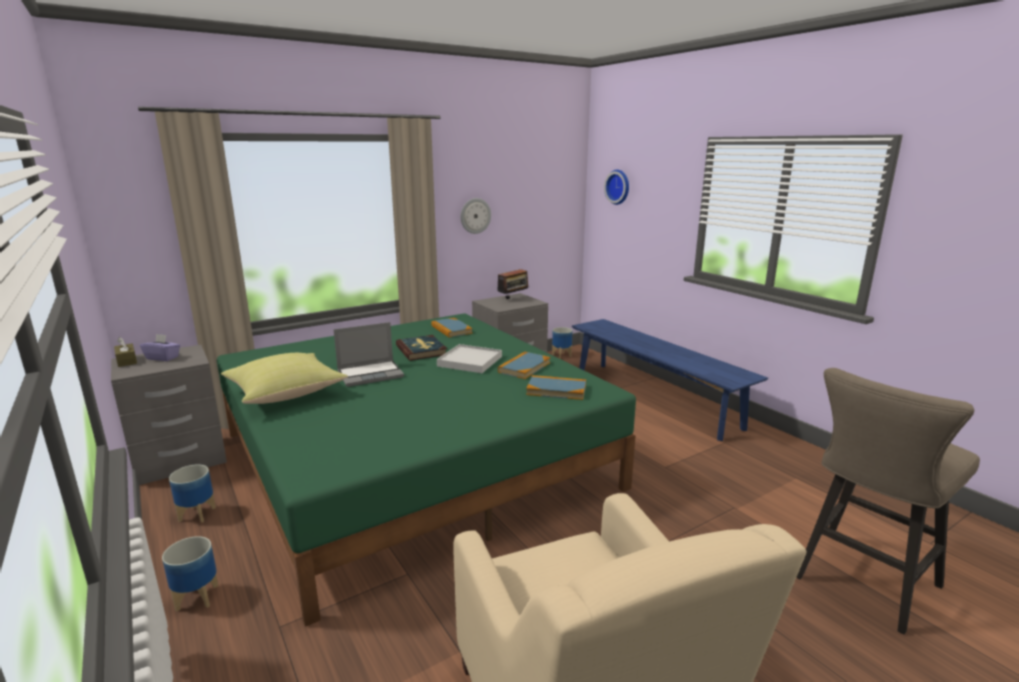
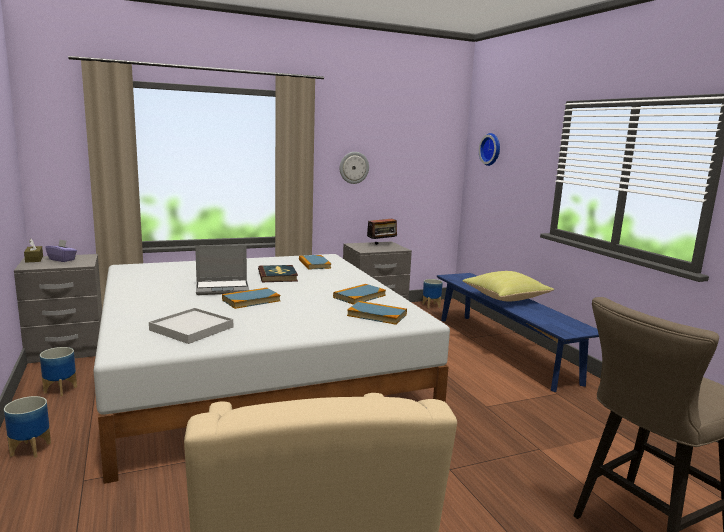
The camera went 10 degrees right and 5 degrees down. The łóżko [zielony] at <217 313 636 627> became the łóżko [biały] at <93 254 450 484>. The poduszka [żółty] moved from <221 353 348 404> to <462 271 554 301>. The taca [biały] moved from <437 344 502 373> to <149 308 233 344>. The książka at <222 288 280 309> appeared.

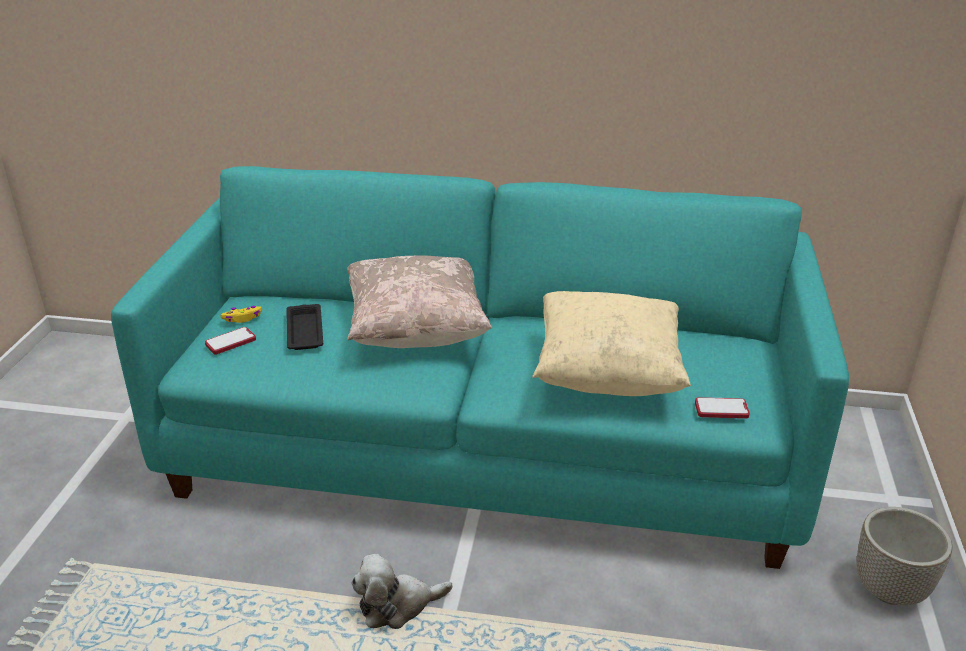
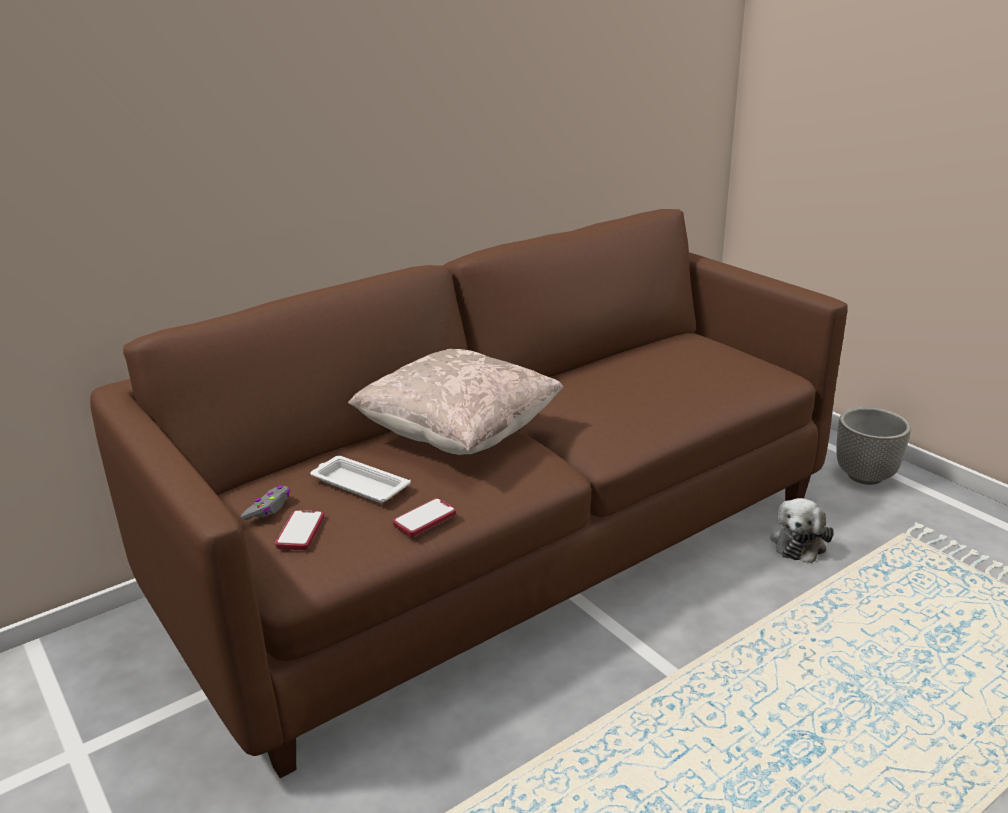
The camera went 45 degrees left and 5 degrees down. The kanapa [turkusowy] at <111 166 849 569> became the kanapa [brązowy] at <90 209 848 778>. The pad do gier [żółty] at <220 306 262 323> became the pad do gier [szary] at <241 485 290 520>. The taca [czarny] at <286 304 323 350> became the taca [biały] at <310 456 411 503>. The pluszak moved from <351 554 453 629> to <770 498 834 563>. The poduszka [beżowy] at <532 291 691 396> disappeared. The telefon moved from <695 397 750 419> to <393 498 456 537>.

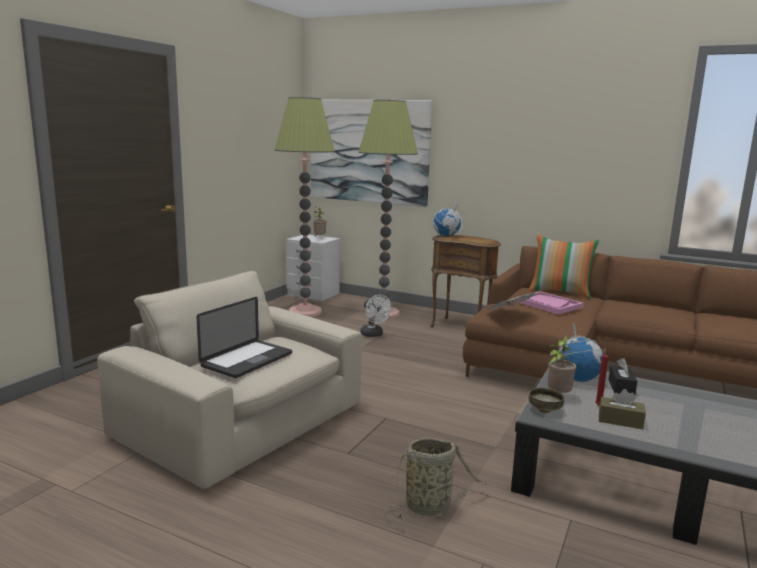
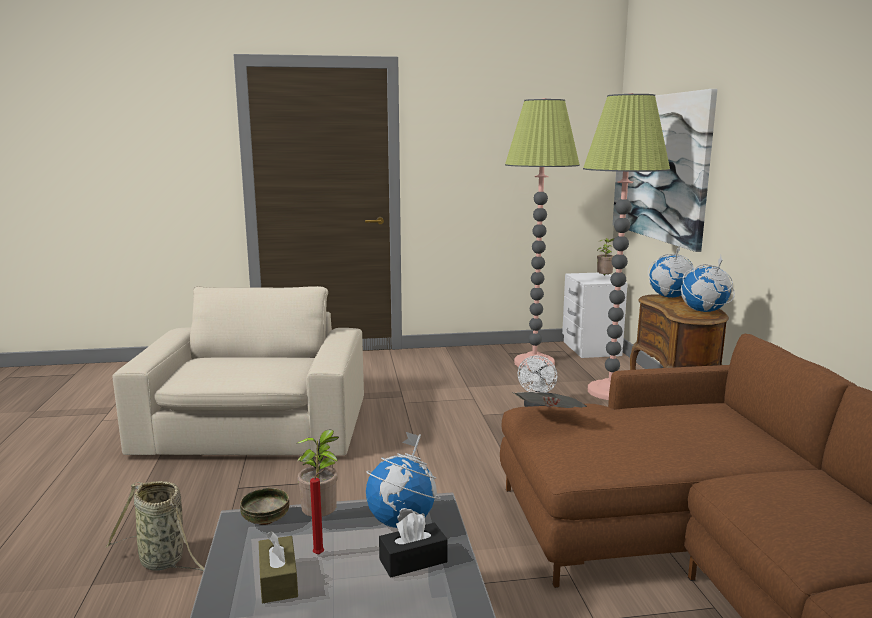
The camera went 55 degrees right and 0 degrees up. The laptop at <196 297 292 378> disappeared. The taca [różowy] at <518 291 584 315> disappeared. The poduszka at <529 235 599 299> disappeared. The globus at <681 255 735 312> appeared.

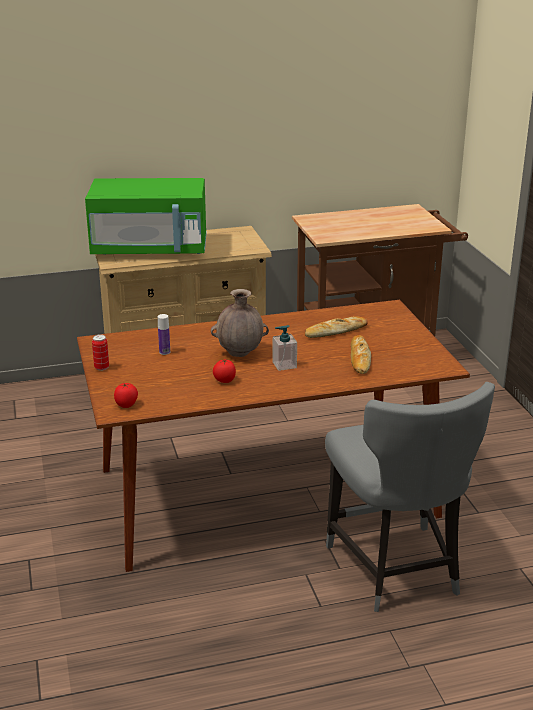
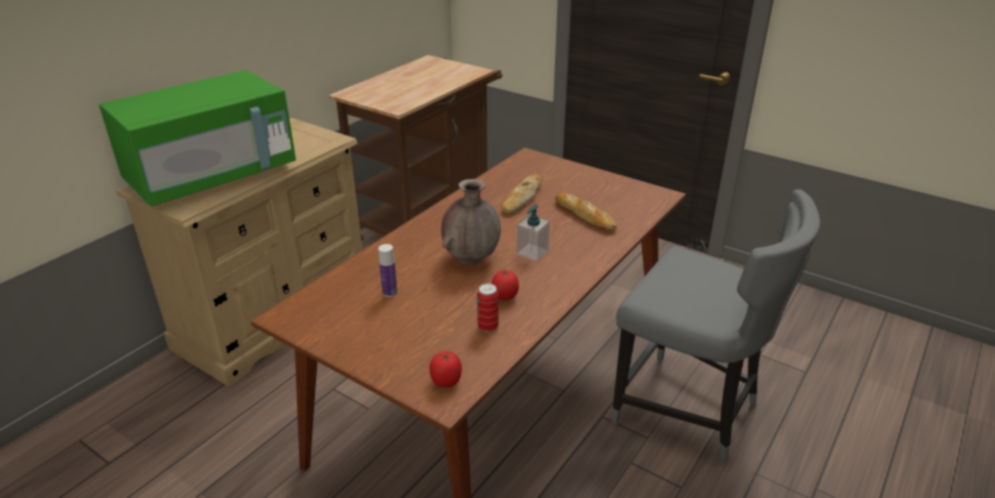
The camera went 40 degrees left and 5 degrees up. The puszka moved from <92 334 109 371> to <477 283 499 332>.

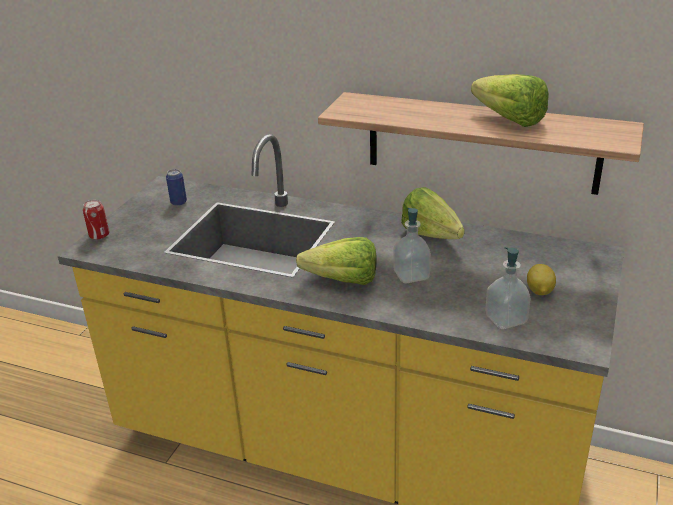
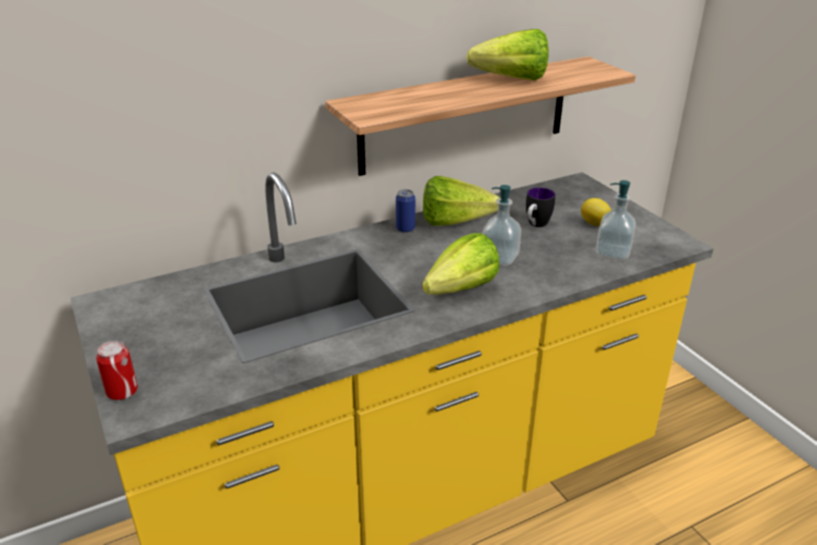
The camera went 50 degrees left and 0 degrees up. The puszka moved from <166 169 187 206> to <396 189 415 233>. The kubek at <526 187 555 227> appeared.

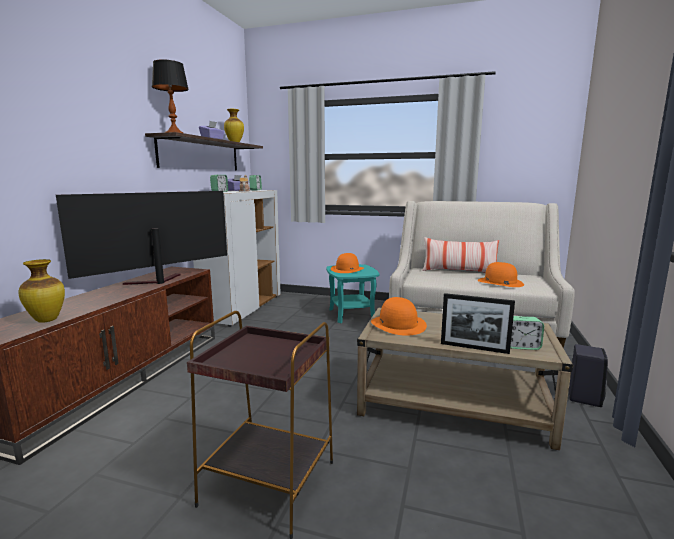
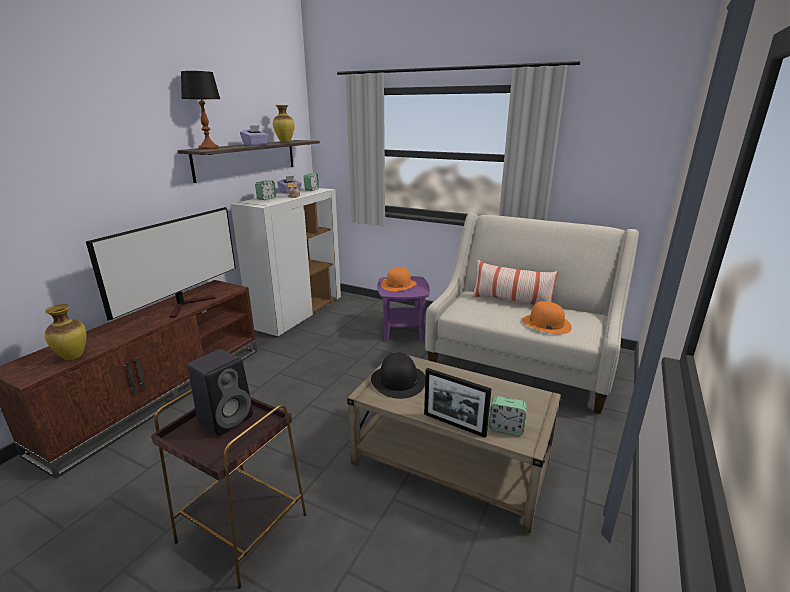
The camera went 10 degrees right and 10 degrees up. The telewizor at <56 191 227 285> turned 150 degrees clockwise. The stolik [turkusowy] at <327 264 379 323> became the stolik [fioletowy] at <377 276 430 342>. The kapelusz [pomarańczowy] at <371 297 427 336> became the kapelusz [czarny] at <371 352 425 399>. The głośnik [czarny] moved from <569 344 608 407> to <187 349 253 436>.

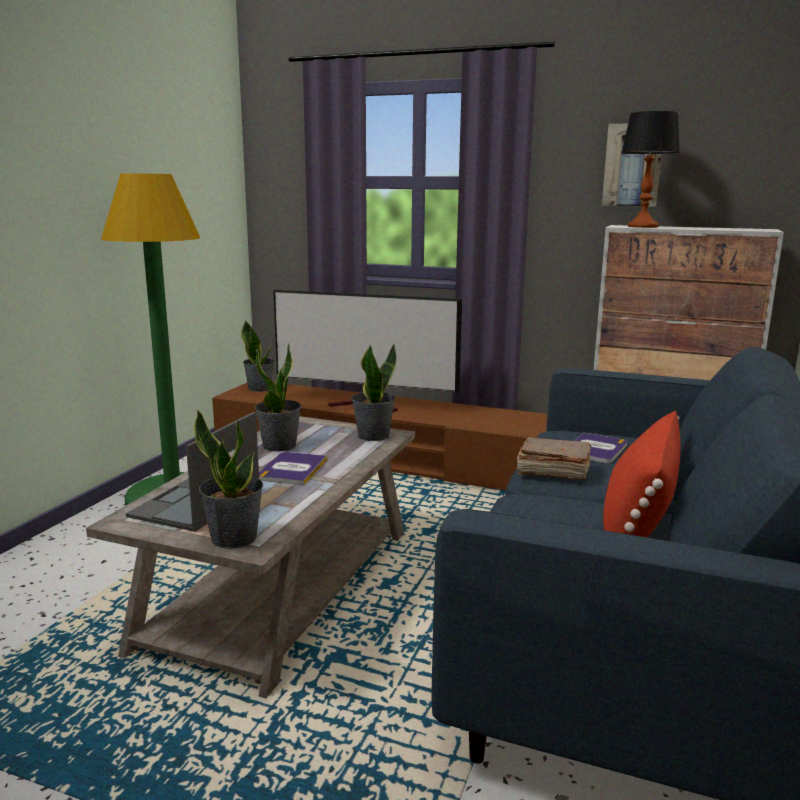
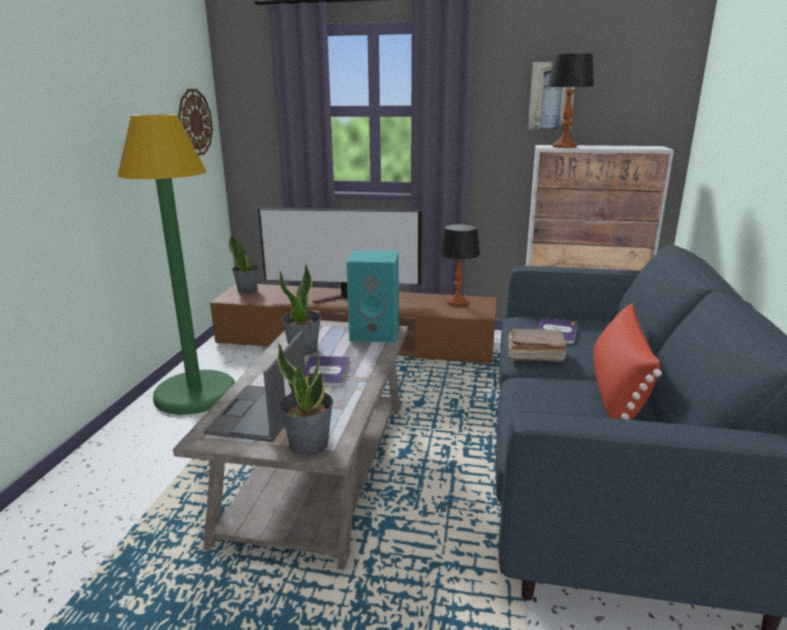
The camera went 10 degrees left and 5 degrees up. The roślina doniczkowa at <351 344 396 441> was replaced by the głośnik [turkusowy] at <346 250 399 343>. The zegar ścienny at <178 89 213 156> appeared. The lampa stołowa at <439 224 480 307> appeared.

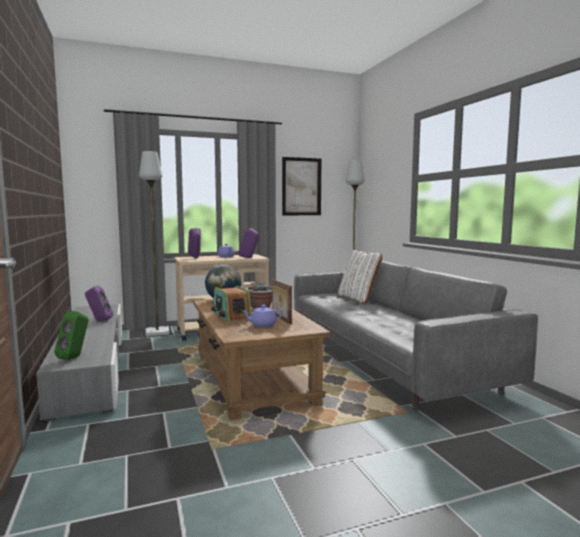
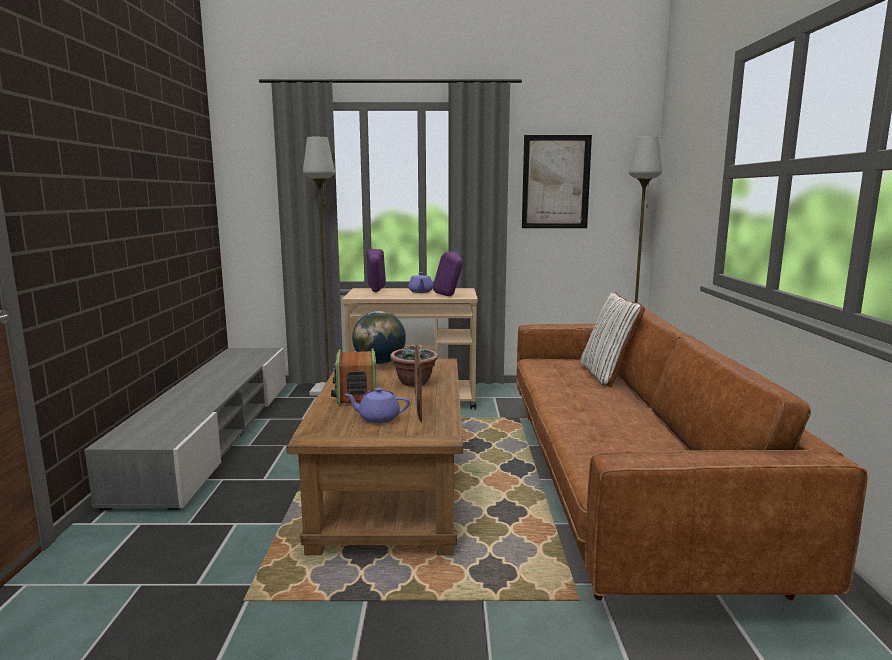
The camera went 20 degrees right and 5 degrees up. The głośnik [zielony] at <54 311 89 360> disappeared. The głośnik [fioletowy] at <85 286 113 321> disappeared. The kanapa [szary] at <294 261 538 411> became the kanapa [brązowy] at <516 309 868 600>.

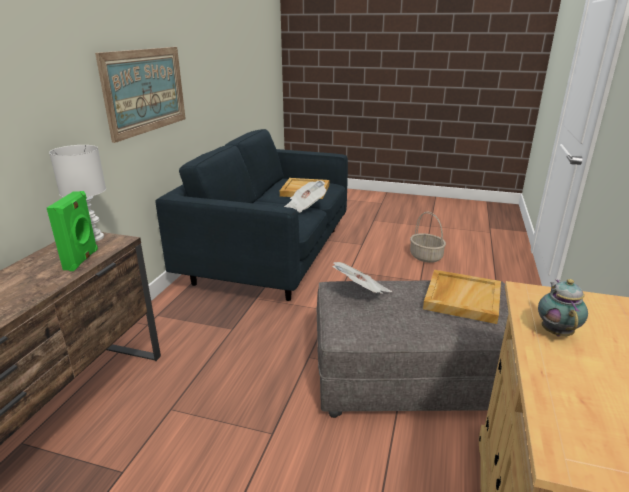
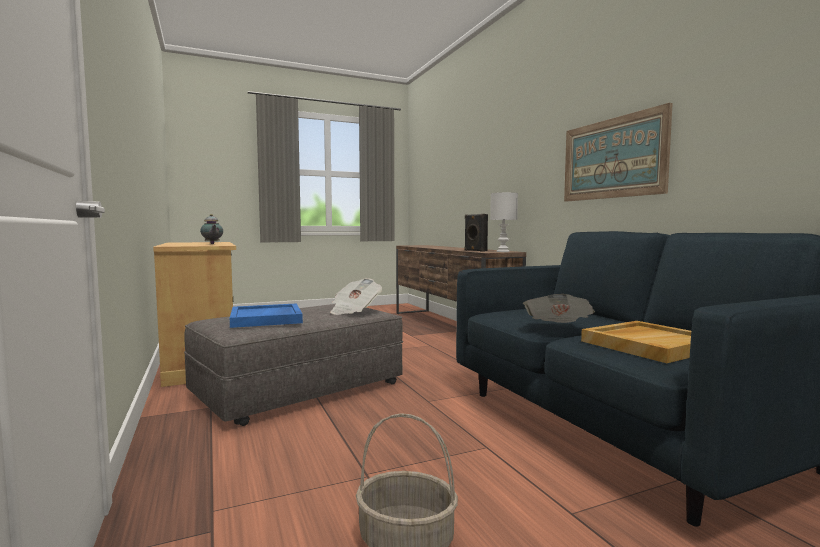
The camera went 140 degrees right and 20 degrees down. The głośnik [zielony] at <47 191 98 271> became the głośnik [czarny] at <464 214 488 252>. The taca [beżowy] at <423 270 501 324> became the taca [niebieski] at <230 303 303 328>.

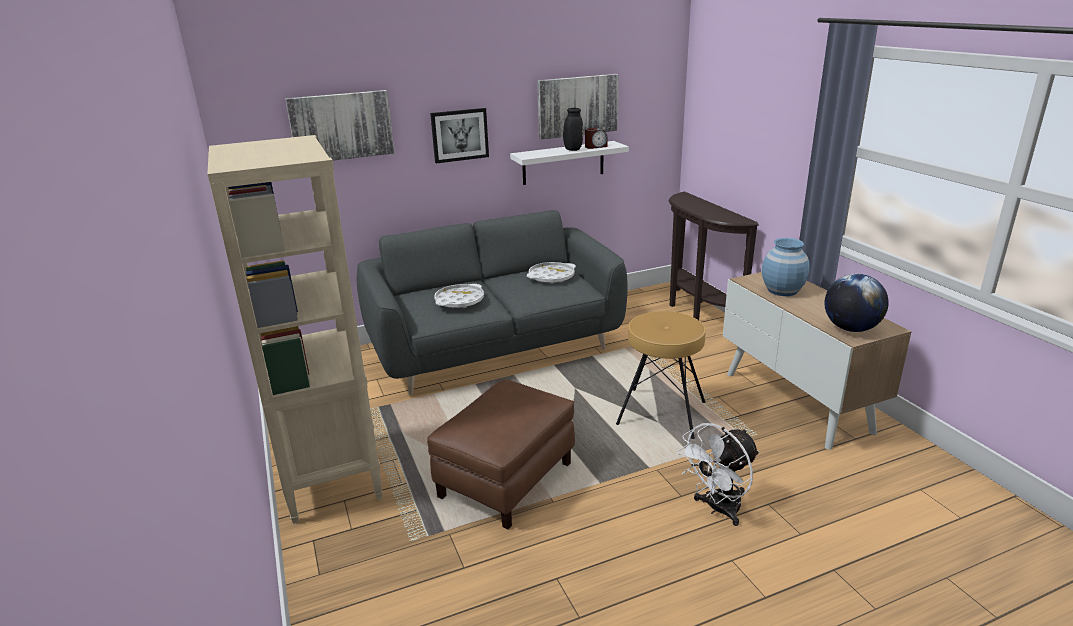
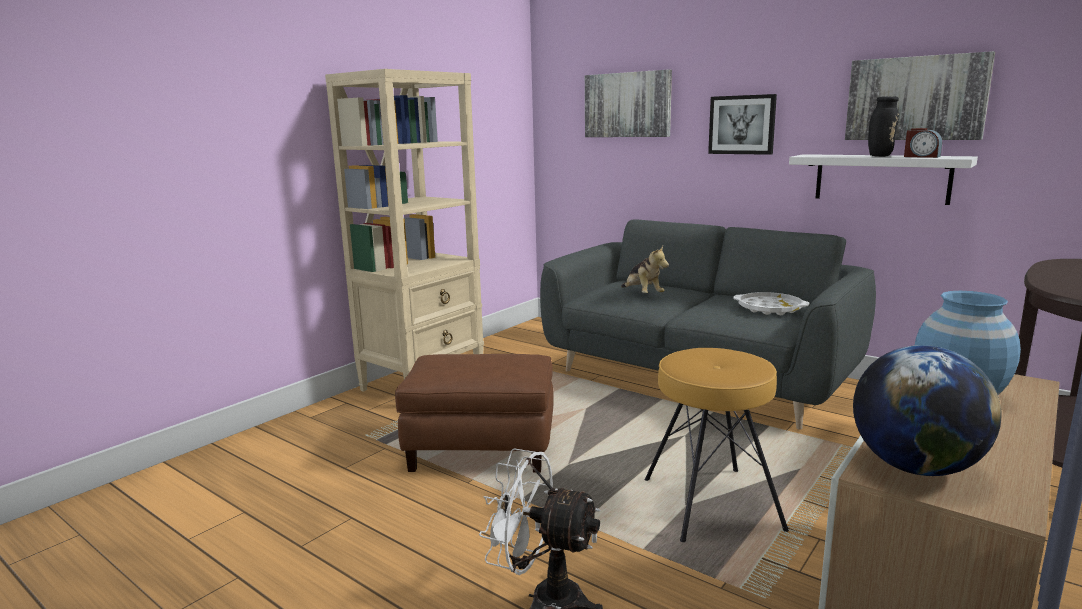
The camera went 60 degrees right and 10 degrees down. The taca [biały] at <434 284 484 308> was replaced by the pluszak at <621 246 669 293>.

